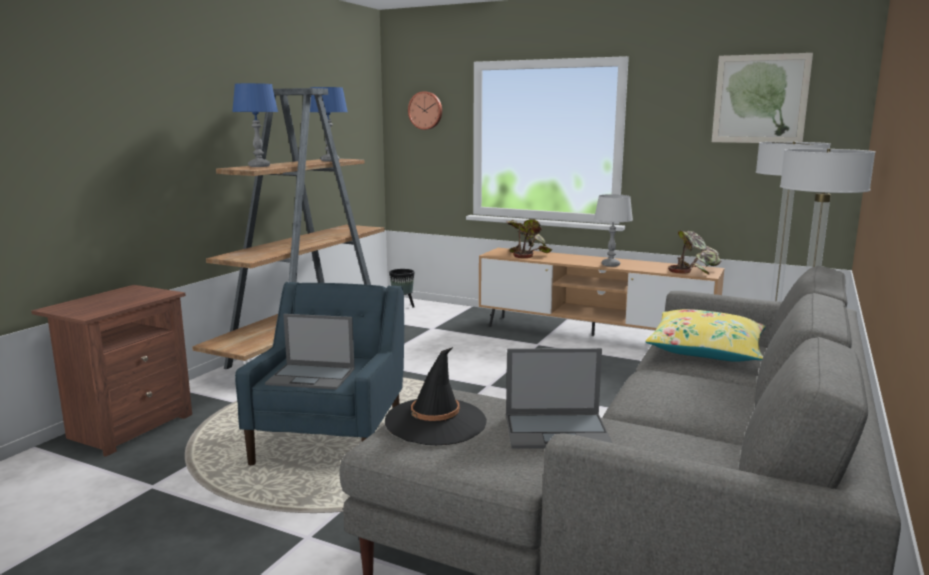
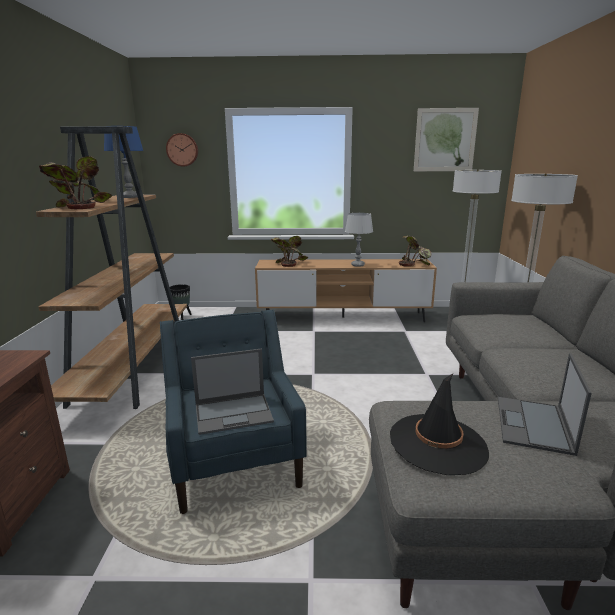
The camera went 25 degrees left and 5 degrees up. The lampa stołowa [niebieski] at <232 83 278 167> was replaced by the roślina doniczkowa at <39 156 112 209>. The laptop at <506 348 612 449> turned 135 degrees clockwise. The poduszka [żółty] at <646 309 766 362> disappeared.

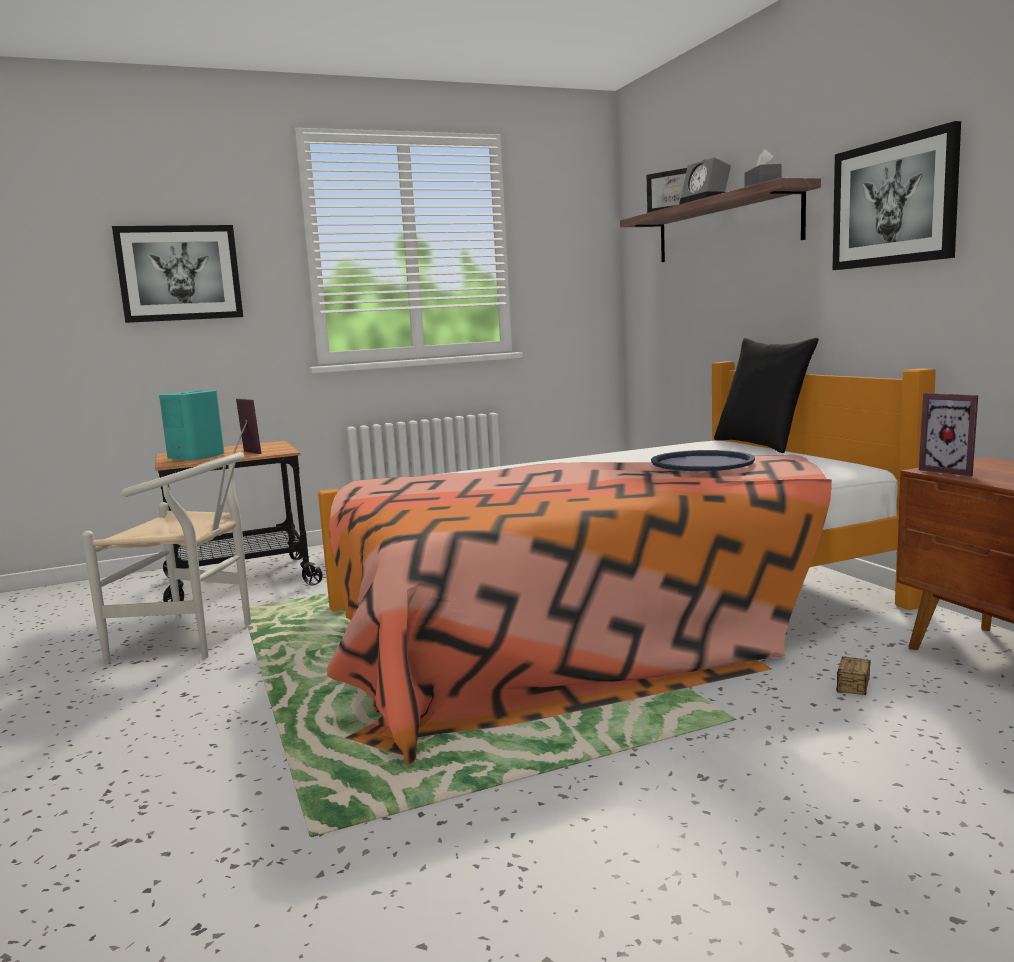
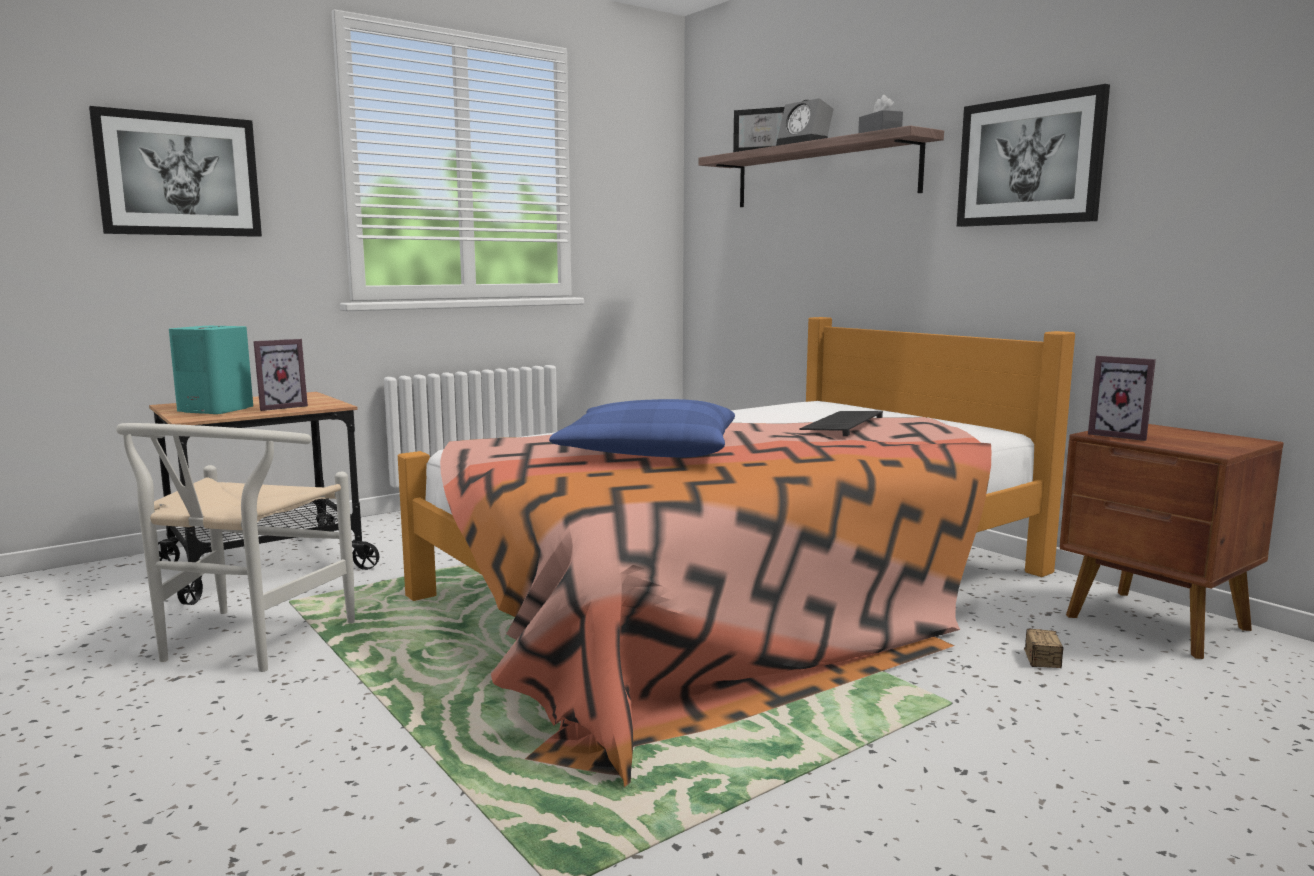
The camera went 15 degrees left and 0 degrees up. The krzesło [biały] at <82 452 251 664> turned 105 degrees clockwise. The ramka na zdjęcie at <233 399 261 454> turned 105 degrees clockwise. The taca [niebieski] at <651 450 755 471> was replaced by the klawiatura at <799 411 883 436>. The poduszka [czarny] at <714 338 819 453> disappeared. The poduszka [niebieski] at <549 399 735 457> appeared.

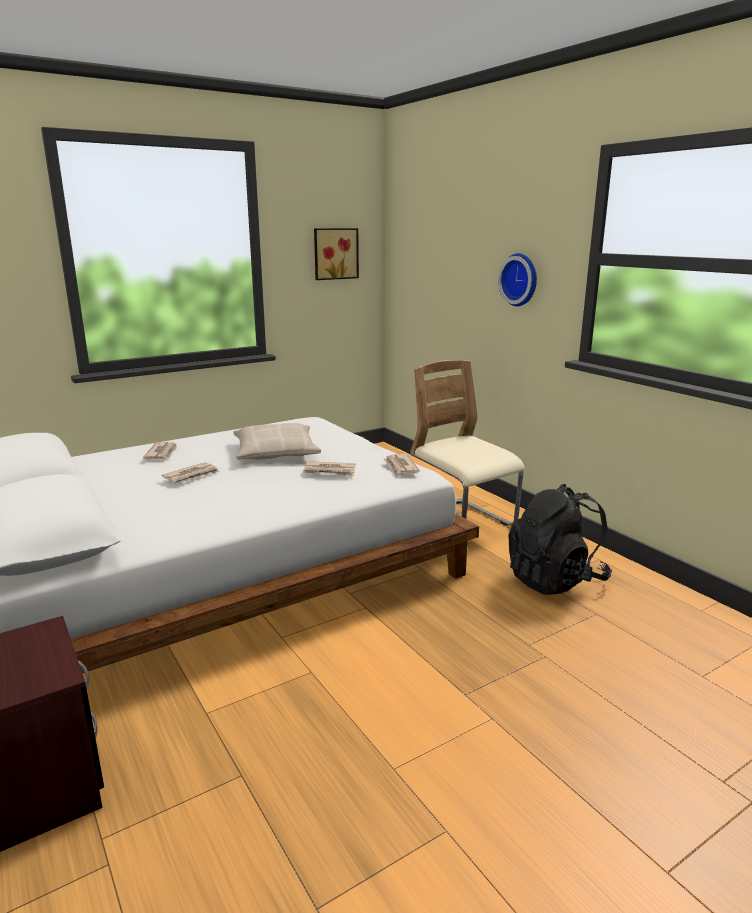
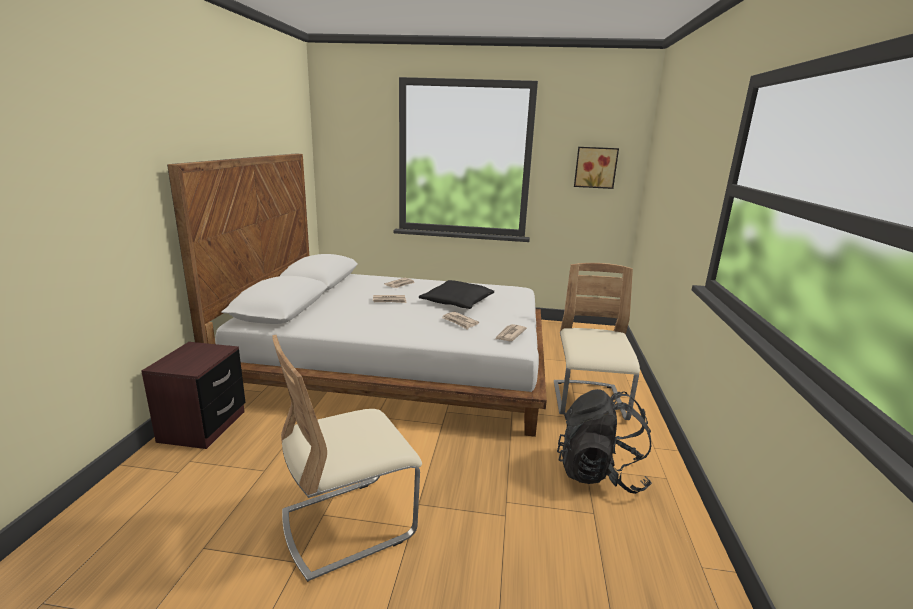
The camera went 40 degrees right and 0 degrees up. The poduszka [beżowy] at <234 423 321 460> became the poduszka [czarny] at <419 280 494 309>. The zegar ścienny at <498 253 537 306> disappeared. The krzesło [beżowy] at <272 335 422 582> appeared.

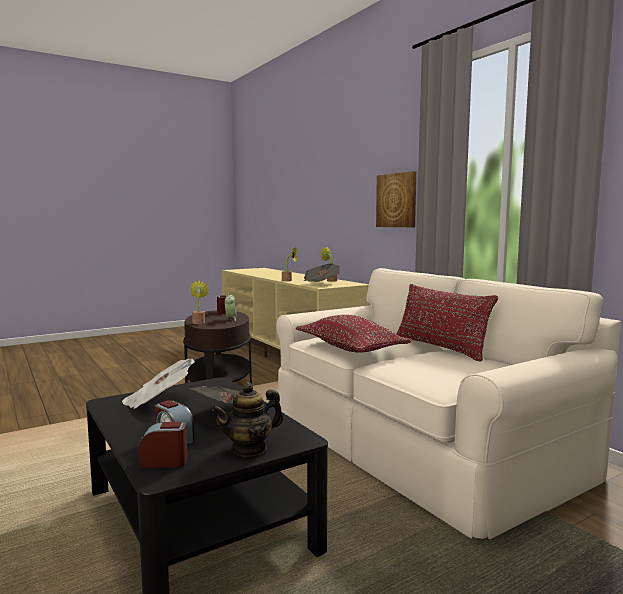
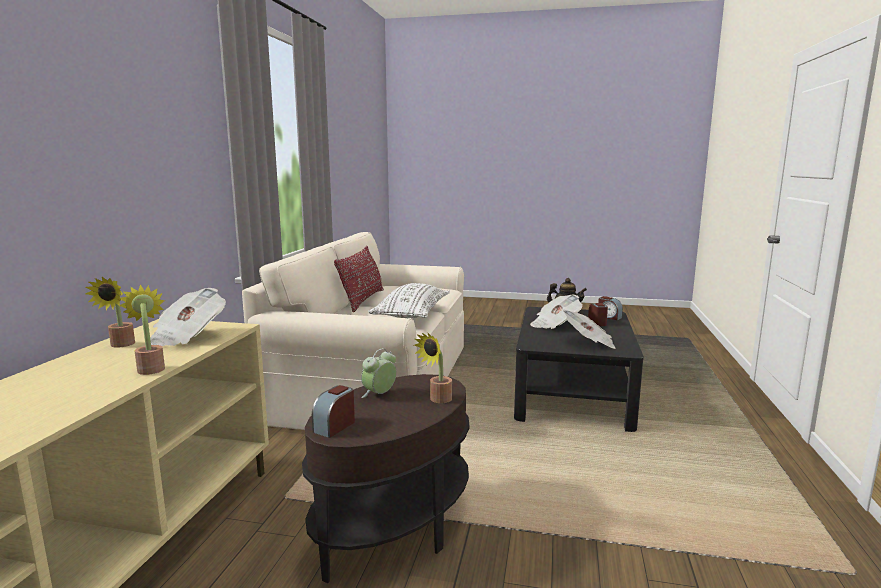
The camera went 135 degrees left and 5 degrees up. The poduszka [czerwony] at <296 315 412 353> became the poduszka [biały] at <368 283 450 318>. The obraz at <376 171 416 227> disappeared.

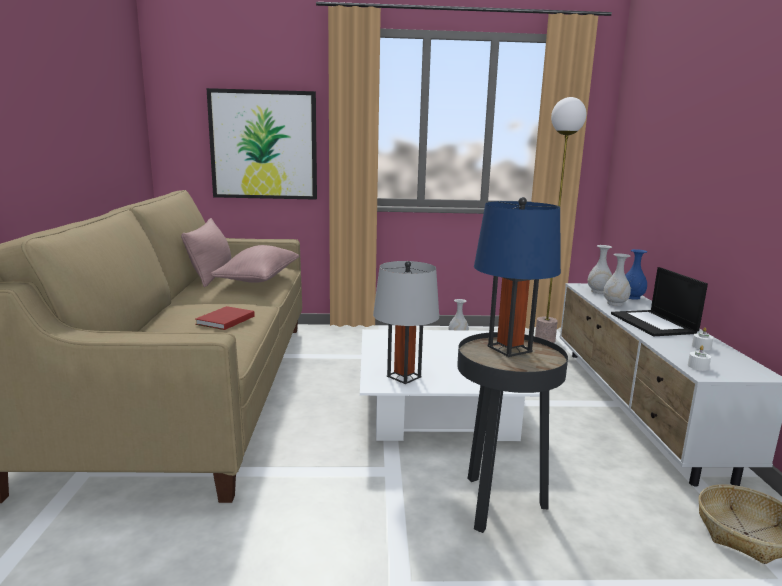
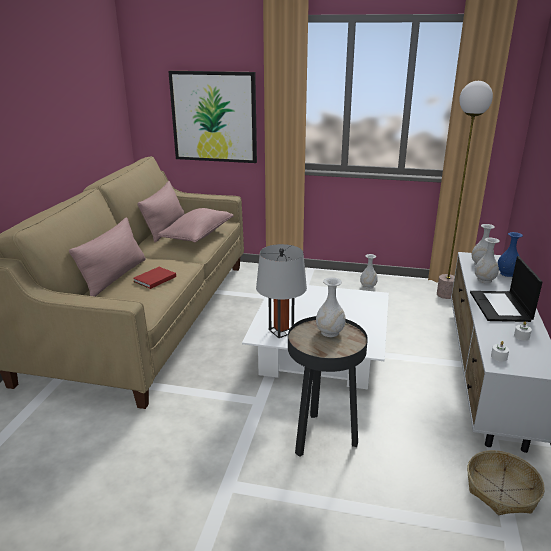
The camera went 15 degrees right and 10 degrees up. The lampa stołowa [niebieski] at <474 197 561 357> was replaced by the wazon [biały] at <316 278 346 337>. The poduszka [różowy] at <69 217 146 297> appeared.

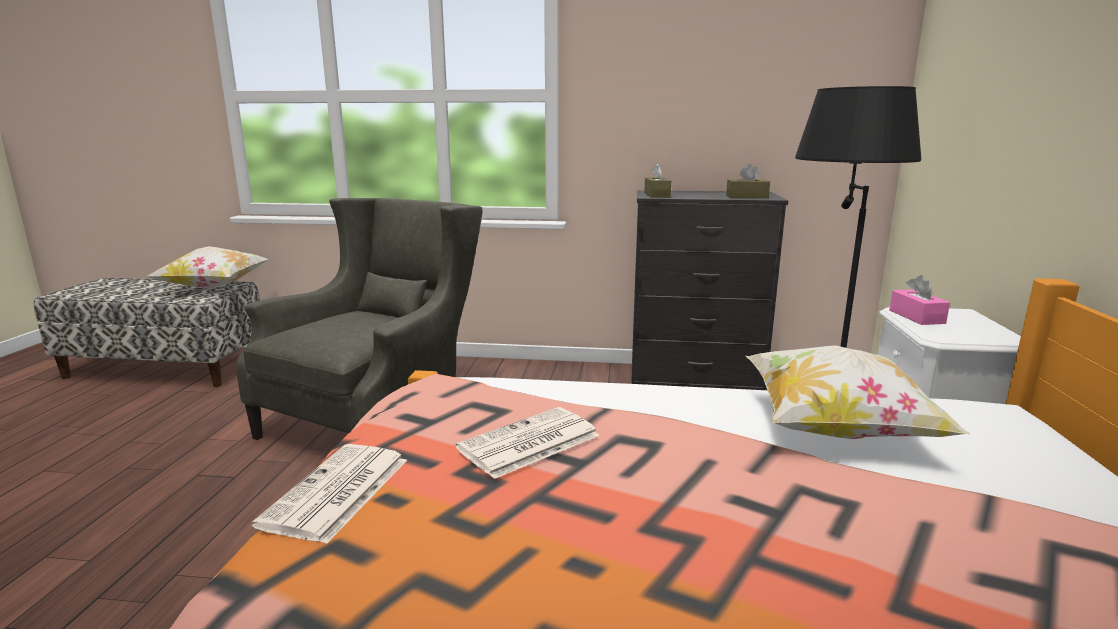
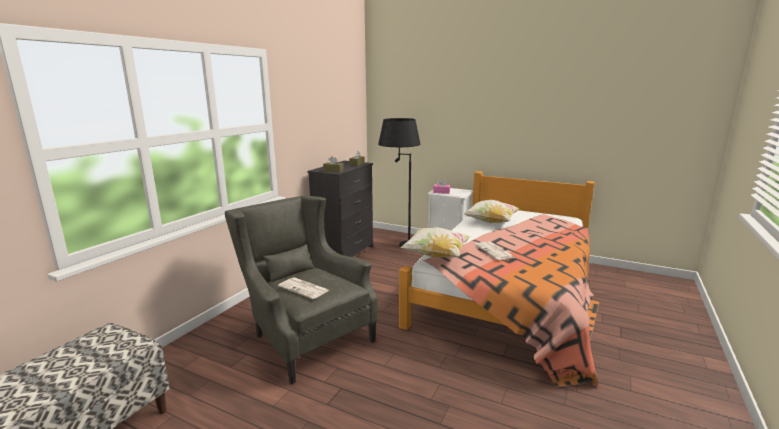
The camera went 70 degrees left and 0 degrees up. The poduszka moved from <146 246 268 289> to <400 227 471 257>. The gazeta moved from <251 444 407 544> to <278 277 329 299>.

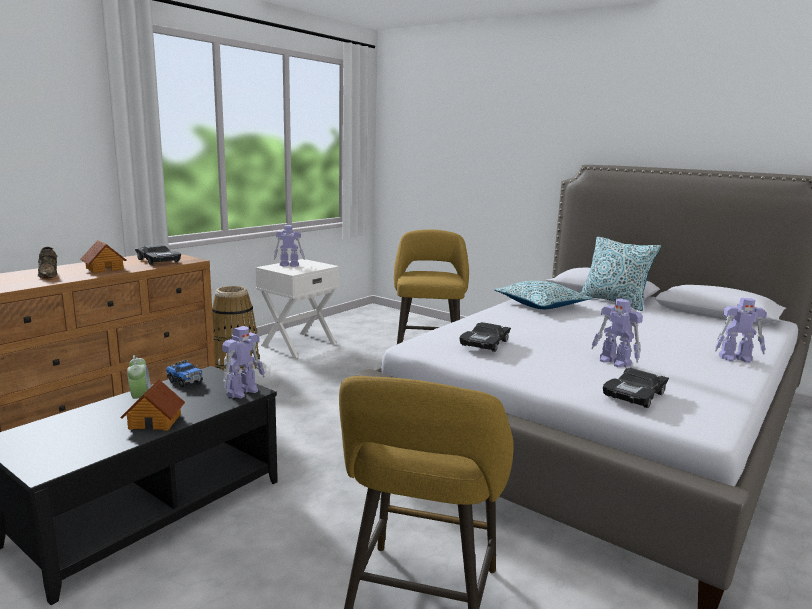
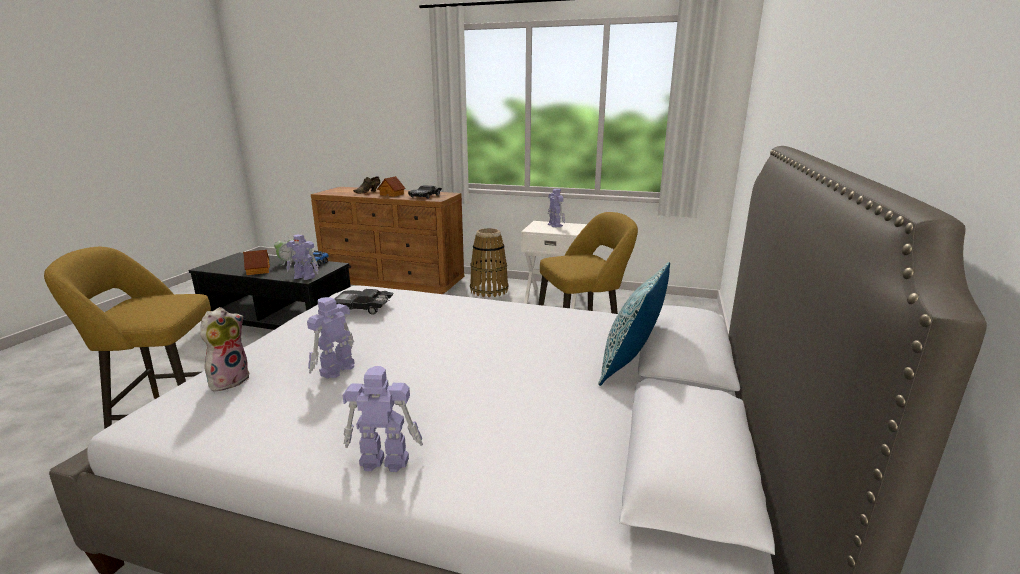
The camera went 70 degrees right and 5 degrees up. The poduszka at <494 281 592 309> disappeared. The samochodzik [czarny] at <603 368 669 408> was replaced by the pluszak at <200 307 249 392>. The robot zabawkowy at <715 298 767 363> turned 105 degrees clockwise.

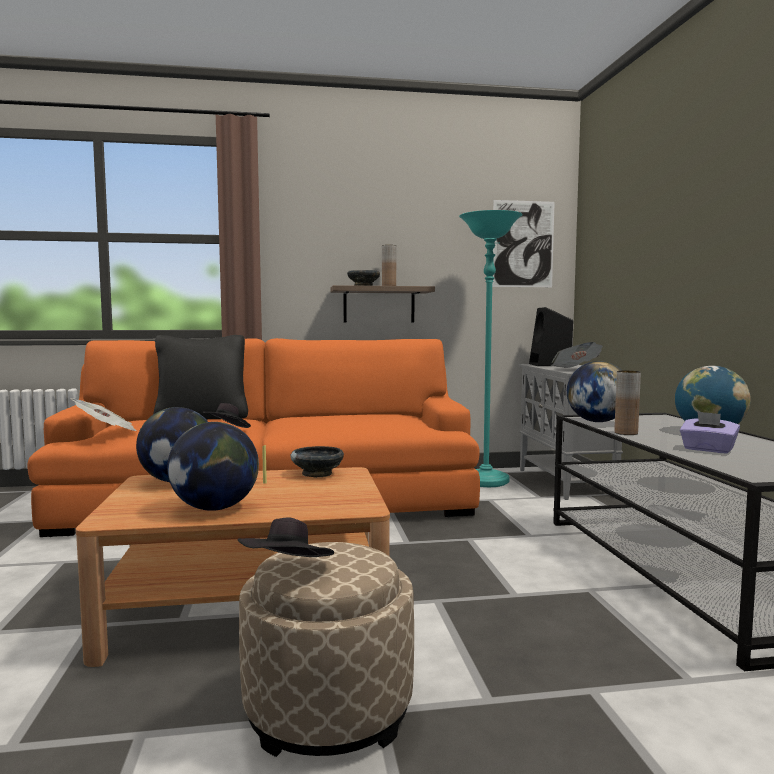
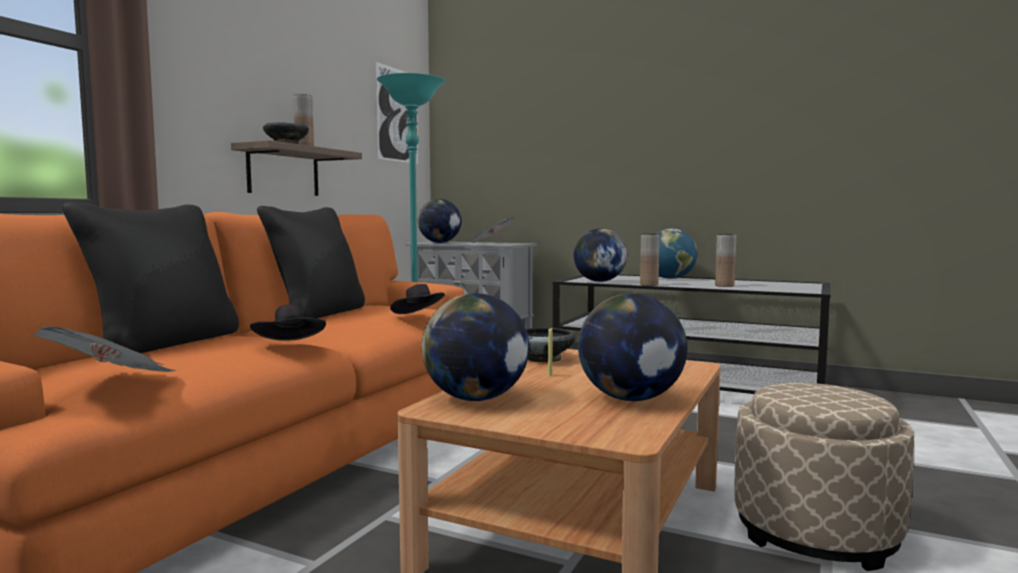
The camera went 55 degrees left and 0 degrees up. The kapelusz [czarny] moved from <238 517 334 557> to <390 284 445 314>. The głośnik [czarny] at <529 307 573 366> was replaced by the globus at <418 199 461 243>. The pudełko chusteczek [fioletowy] at <680 411 740 454> was replaced by the wazon [brązowy] at <715 234 736 287>. The poduszka [czarny] at <257 206 365 318> appeared.

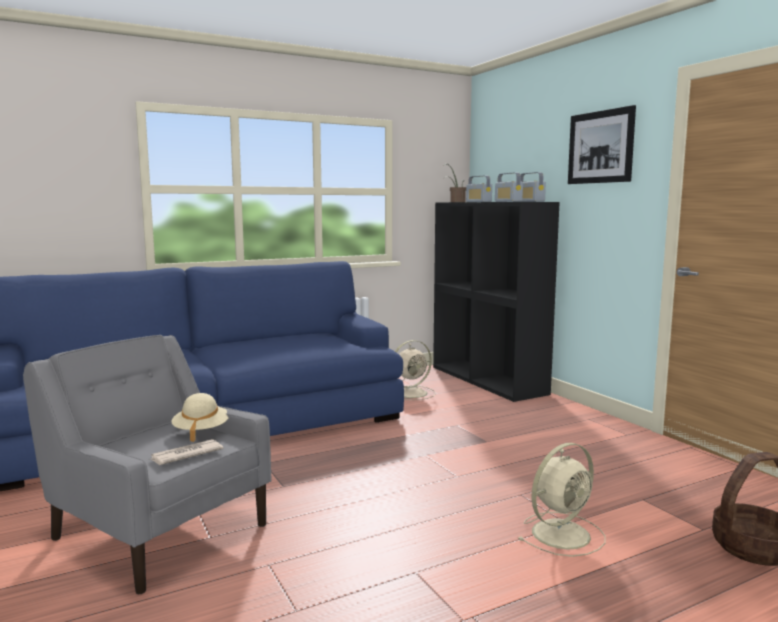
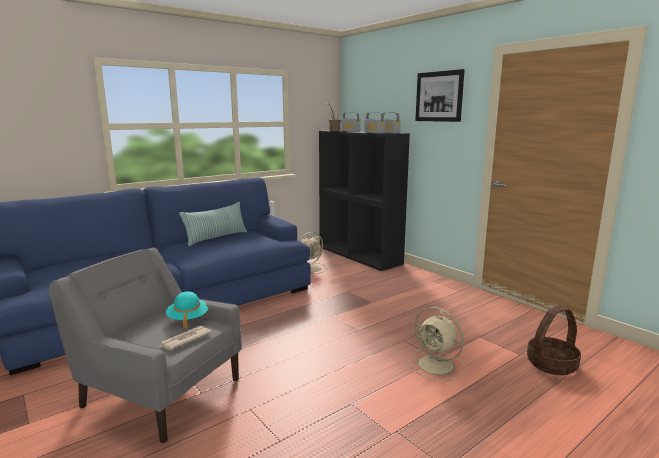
The camera went 10 degrees left and 5 degrees up. The kapelusz [beżowy] at <172 393 229 442> became the kapelusz [turkusowy] at <166 292 208 328>. The wentylator [beżowy] at <519 443 606 557> turned 90 degrees clockwise. The poduszka at <179 202 247 246> appeared.

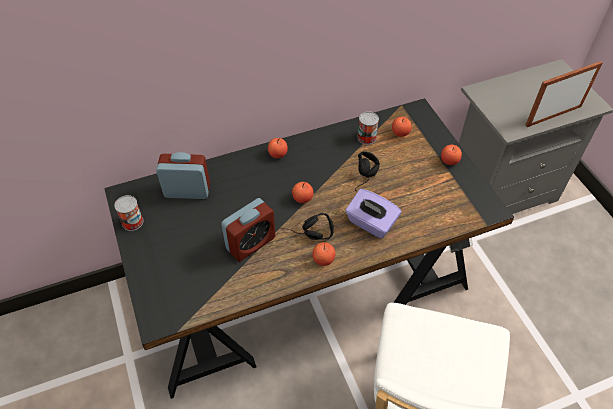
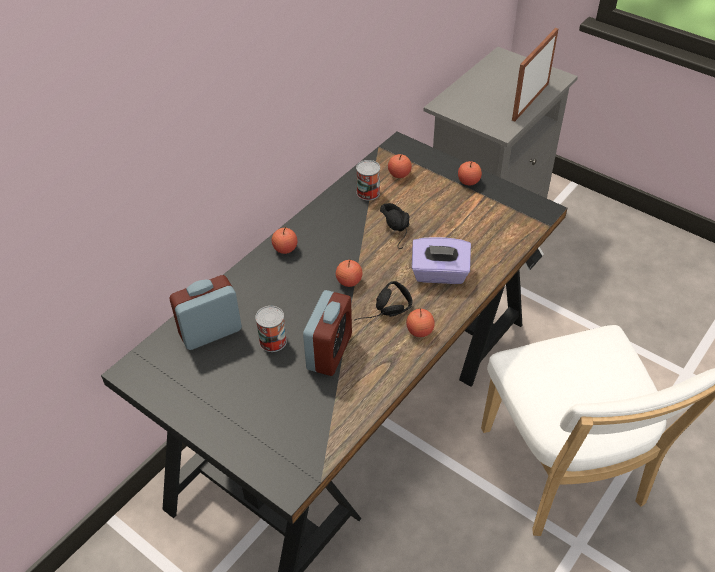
The camera went 30 degrees left and 5 degrees down. The puszka moved from <114 195 143 231> to <255 306 287 352>.

